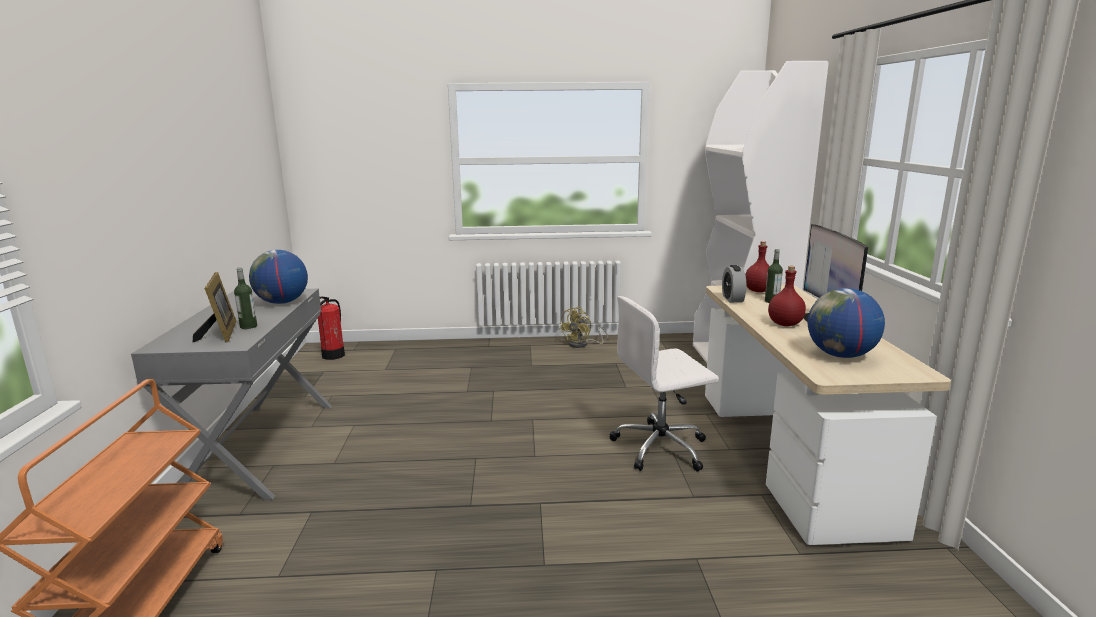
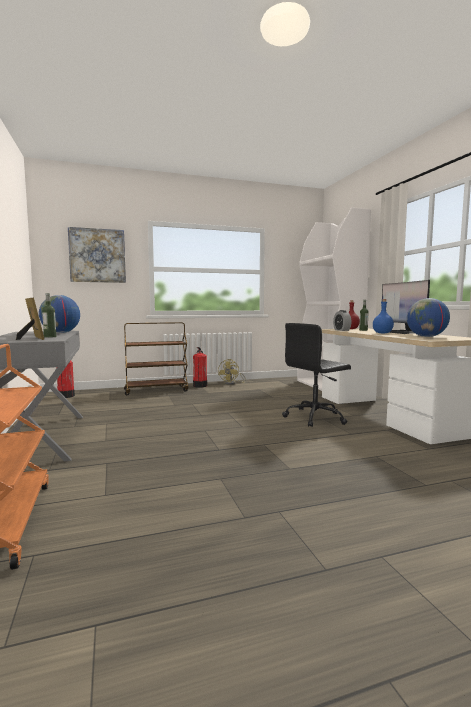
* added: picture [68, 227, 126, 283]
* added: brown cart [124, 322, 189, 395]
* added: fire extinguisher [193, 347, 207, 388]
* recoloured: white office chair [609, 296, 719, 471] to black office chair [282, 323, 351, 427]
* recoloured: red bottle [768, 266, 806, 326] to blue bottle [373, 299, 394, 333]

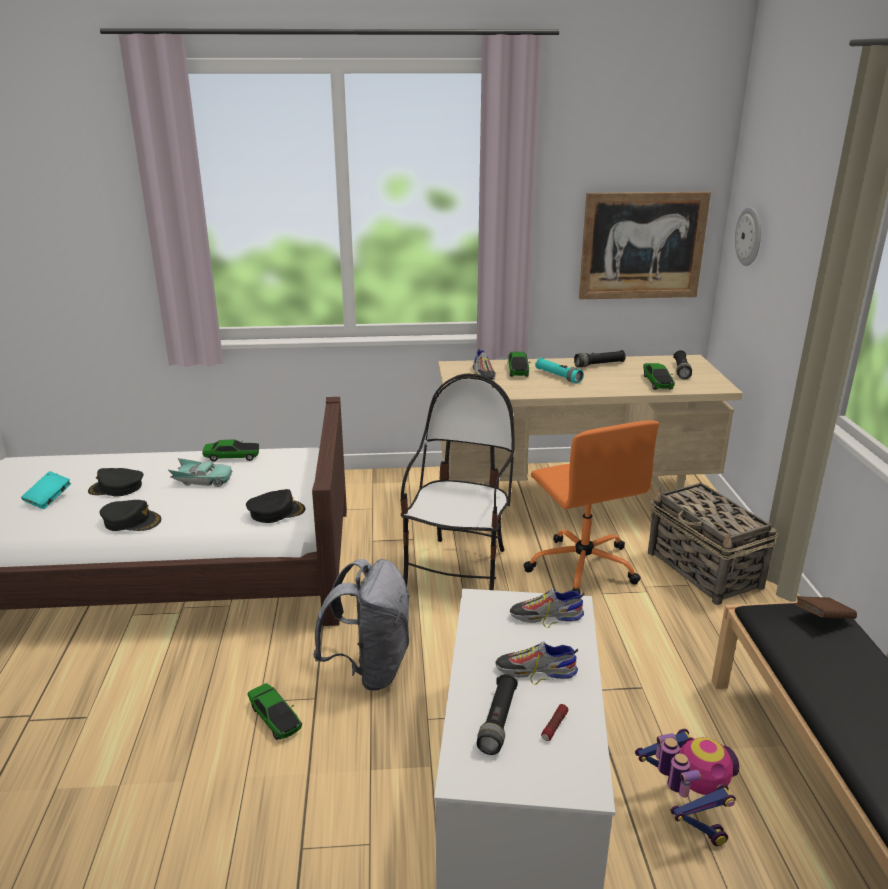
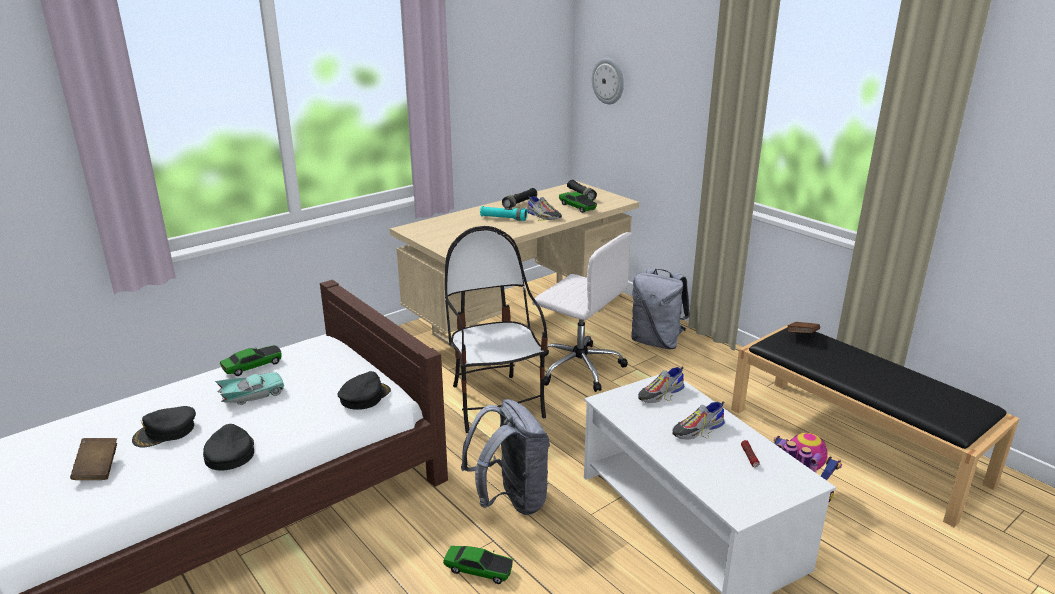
* recoloured: turquoise book [21, 471, 71, 509] to brown book [70, 438, 117, 480]
* turned: black cap [100, 500, 161, 531] = [203, 424, 254, 471] 75 degrees counterclockwise
* moved: shoe [473, 349, 497, 380] to [527, 196, 562, 221]
* recoloured: orange office chair [523, 420, 659, 594] to white office chair [532, 232, 632, 392]
* replaced: basket [648, 483, 778, 605] to grey backpack [631, 268, 690, 349]
* removed: black flashlight [477, 674, 518, 755]
* removed: toy car [508, 352, 531, 377]
* removed: picture [579, 192, 711, 299]

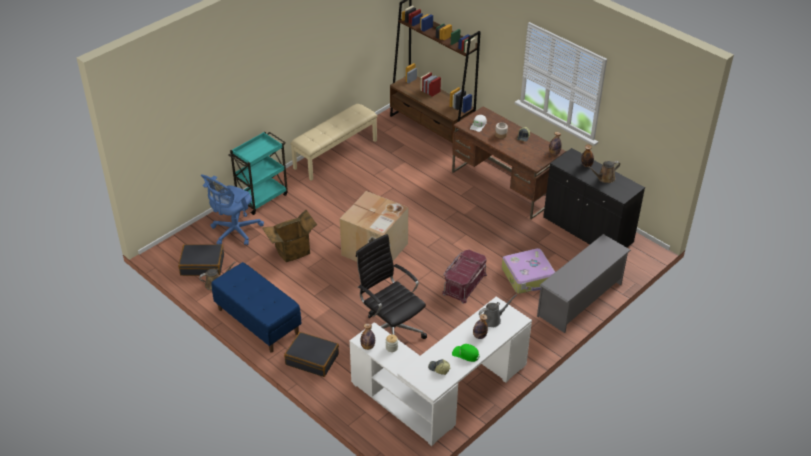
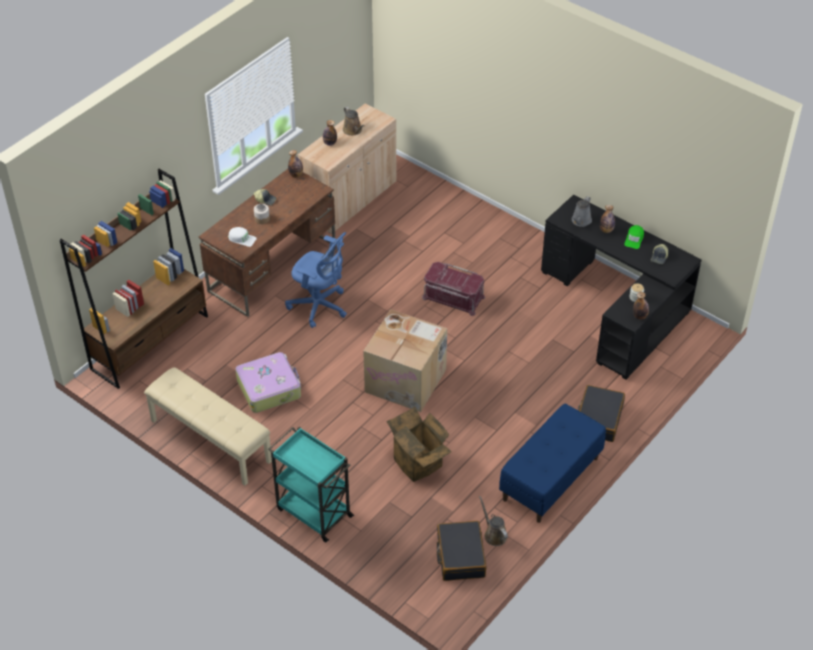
* moved: suitcase [502, 248, 555, 294] to [235, 352, 301, 413]
* moved: blue office chair [200, 175, 264, 245] to [285, 232, 347, 328]
* recoloured: black cabinet [543, 148, 645, 247] to beige cabinet [298, 103, 397, 234]
* recoloured: white desk [350, 297, 532, 446] to black desk [541, 195, 702, 380]
* turned: grey watering can [479, 294, 517, 327] = [572, 196, 592, 227] 120 degrees counterclockwise
* removed: black office chair [356, 234, 427, 339]
* removed: grey shoe rack [537, 234, 631, 333]

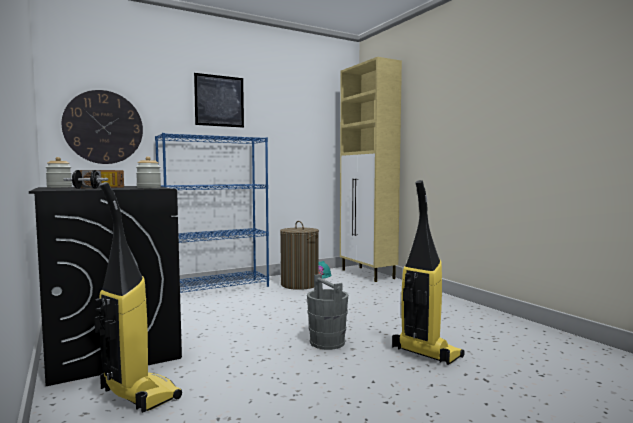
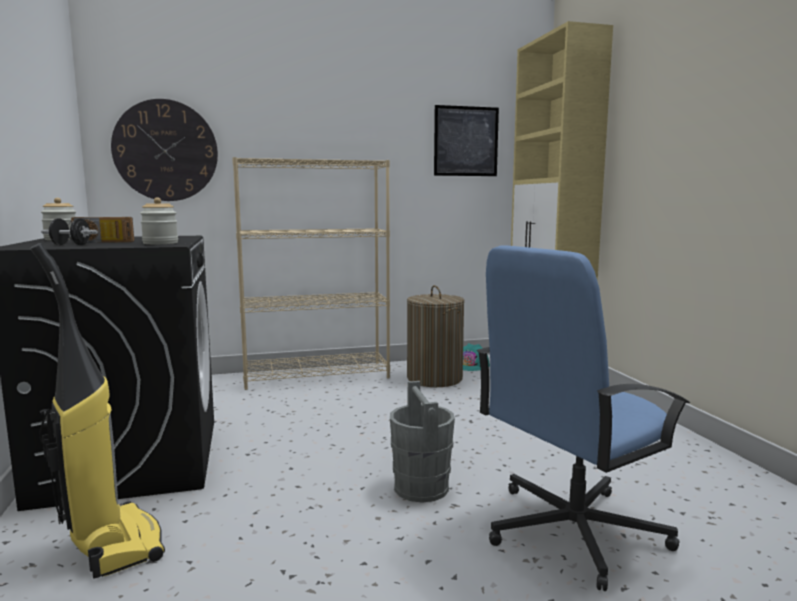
* recoloured: blue bookcase [155, 133, 269, 293] to beige bookcase [232, 157, 390, 390]
* moved: picture [194, 73, 244, 128] to [434, 105, 499, 176]
* replaced: vacuum cleaner [392, 180, 465, 365] to blue office chair [477, 245, 690, 591]

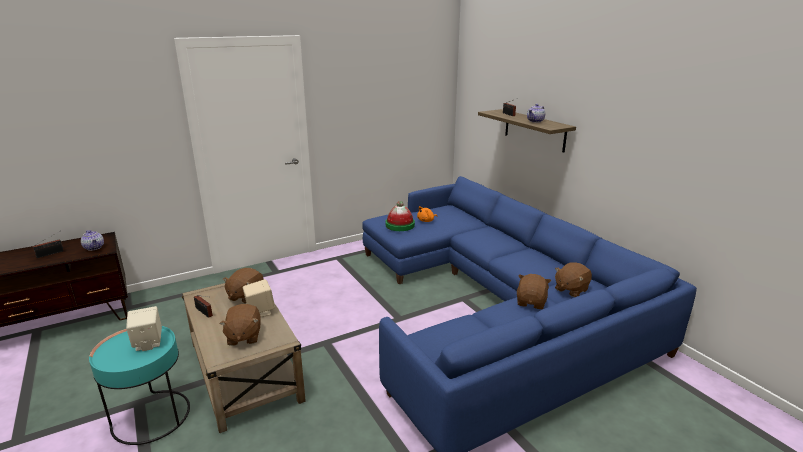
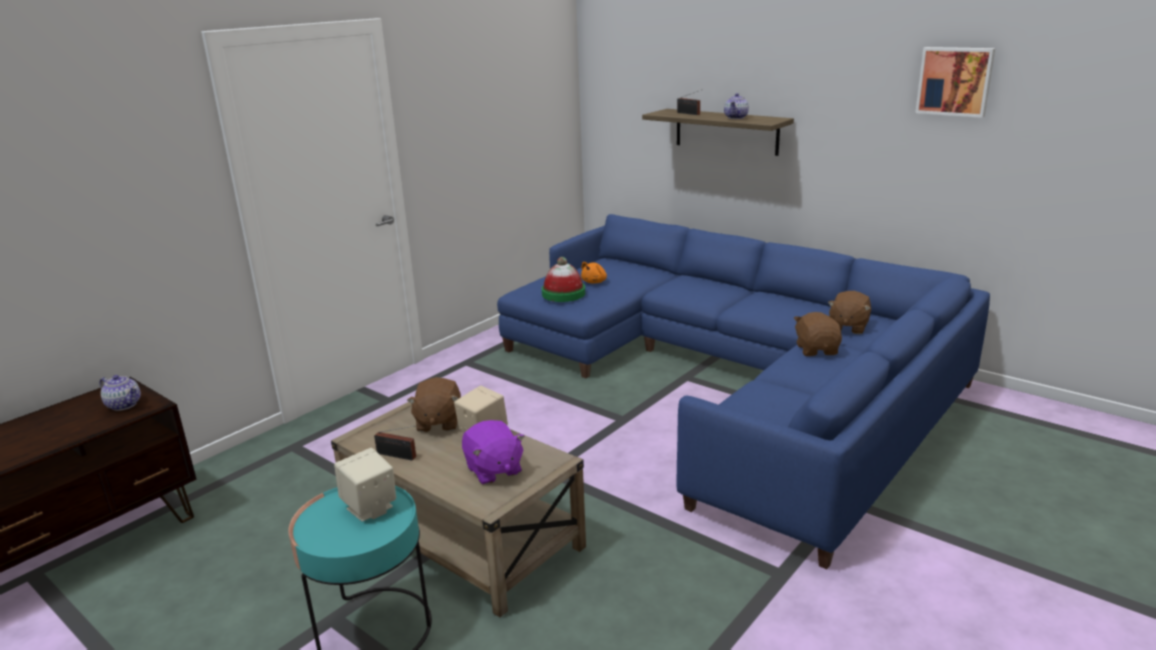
* recoloured: brown plush toy [219, 304, 260, 346] to purple plush toy [462, 420, 525, 485]
* added: picture [915, 47, 995, 118]
* removed: radio [33, 231, 64, 258]

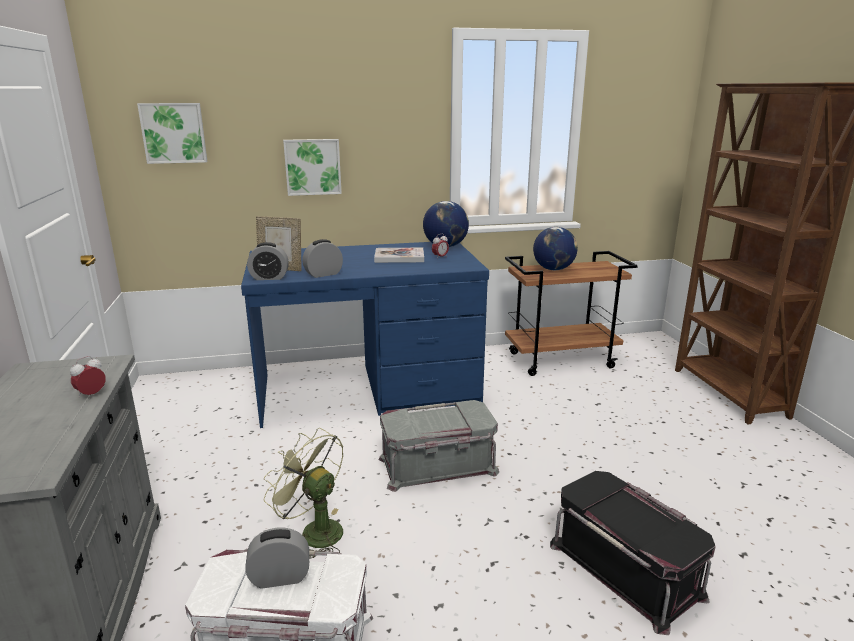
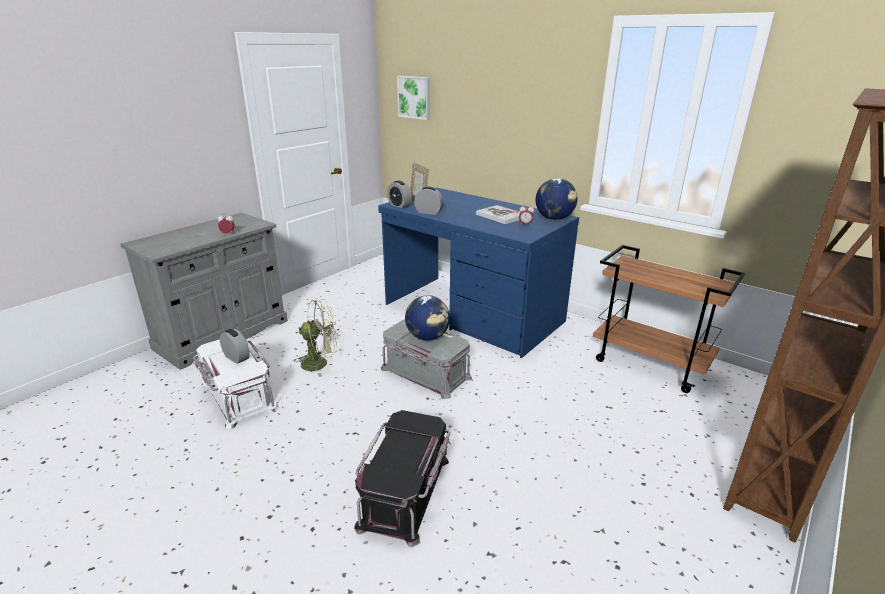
* turned: green fan [263, 428, 343, 559] = [294, 299, 338, 377] 90 degrees clockwise
* moved: globe [533, 227, 578, 270] to [405, 295, 450, 340]
* removed: picture [283, 139, 342, 196]

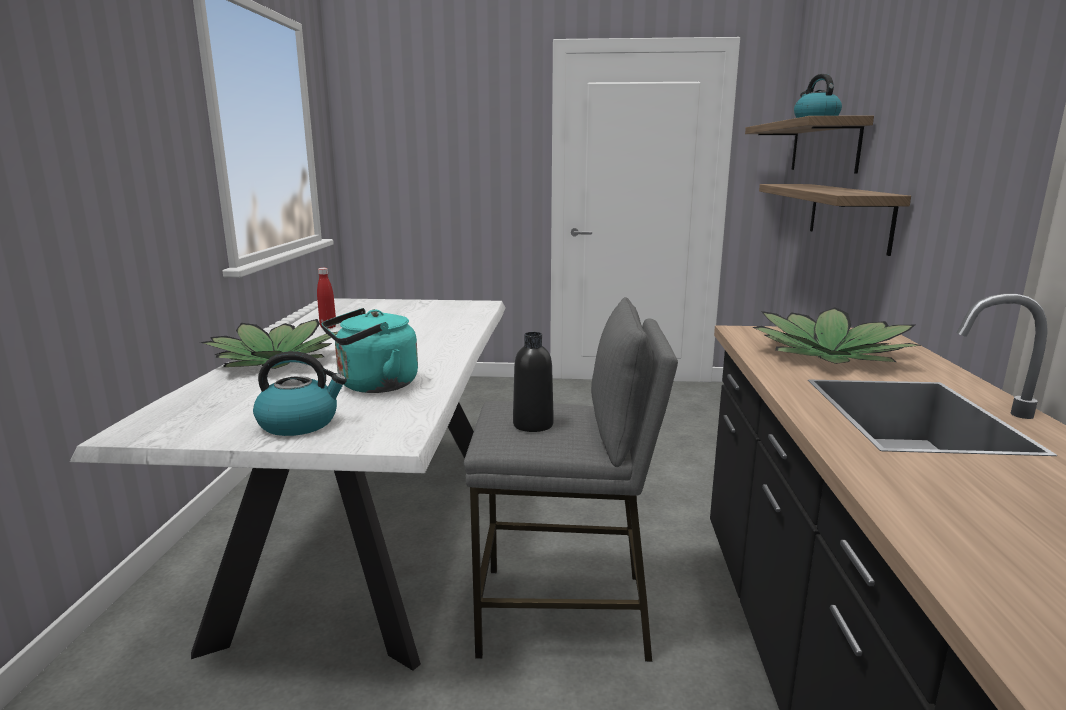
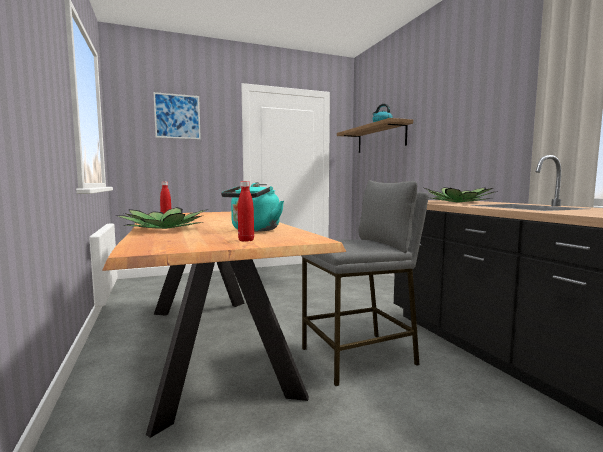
* recoloured: white dining table [70, 298, 506, 670] to brown dining table [102, 212, 347, 438]
* added: picture [153, 92, 201, 139]
* replaced: kettle [253, 351, 347, 436] to red bottle [238, 181, 254, 242]
* removed: black bottle [513, 332, 554, 432]
* removed: shelf [759, 184, 911, 256]

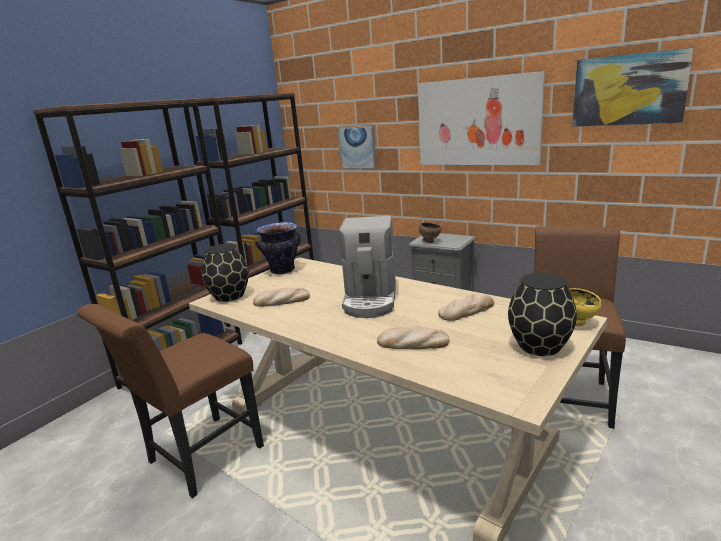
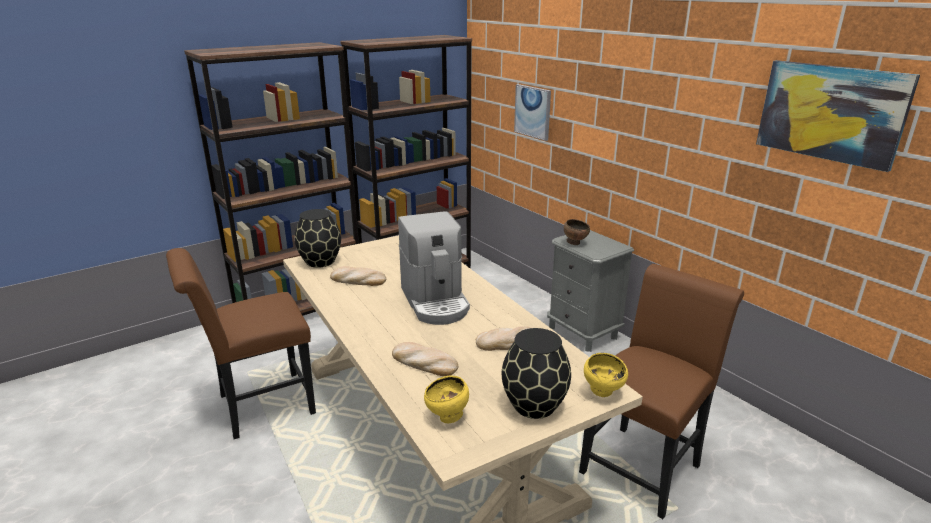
* turned: coffee machine [339, 216, 396, 318] = [398, 211, 470, 325] 45 degrees counterclockwise
* added: yellow bowl [424, 375, 469, 423]
* removed: vase [255, 222, 301, 274]
* removed: picture [418, 71, 545, 165]

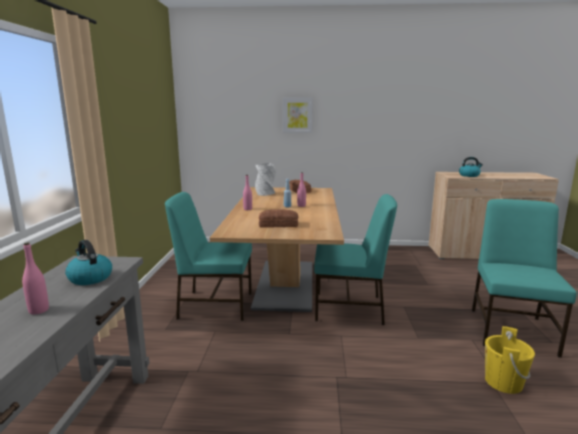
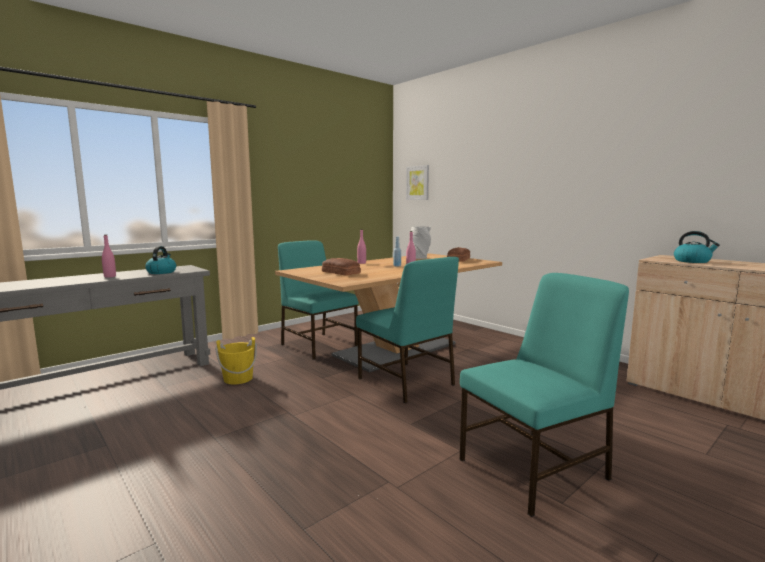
* moved: yellow bucket [485, 326, 535, 394] to [215, 337, 257, 385]
* moved: picture [283, 97, 313, 133] to [406, 165, 429, 200]

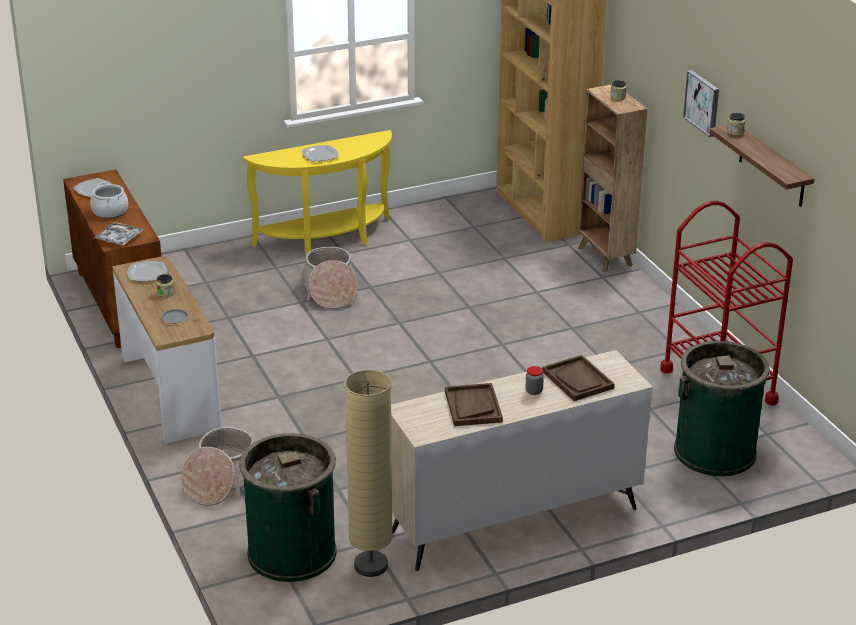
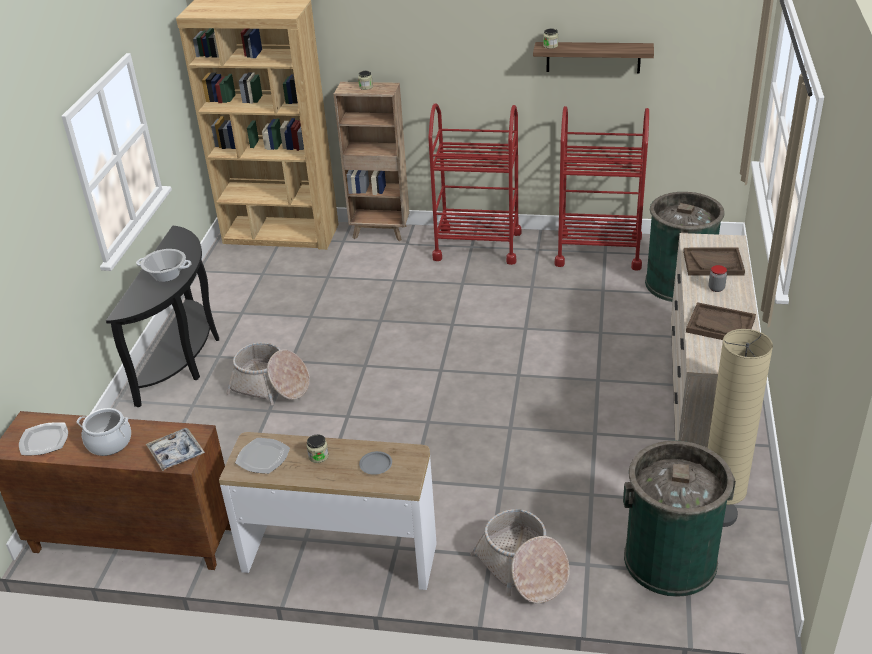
* recoloured: yellow console table [243, 130, 392, 256] to black console table [106, 226, 219, 407]
* replaced: plate [302, 145, 339, 162] to cooking pot [136, 249, 191, 282]
* added: red cart [428, 103, 522, 265]
* removed: picture [683, 70, 719, 137]

